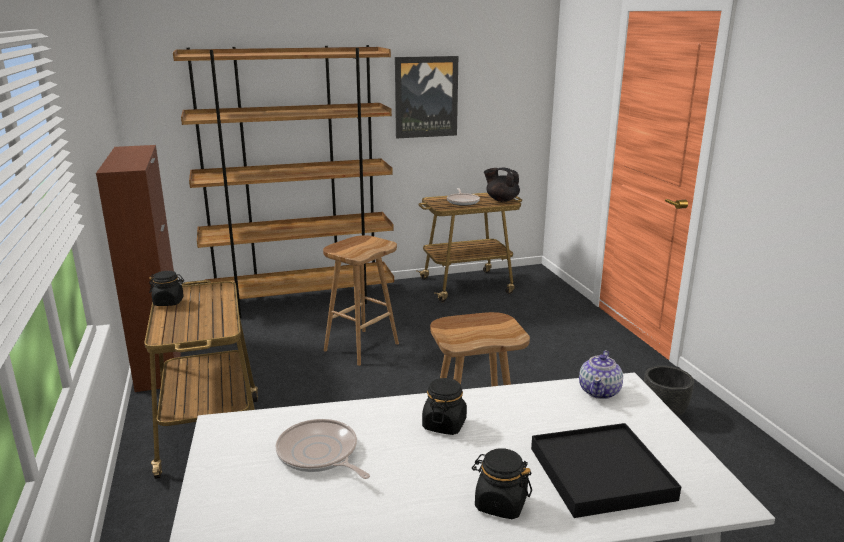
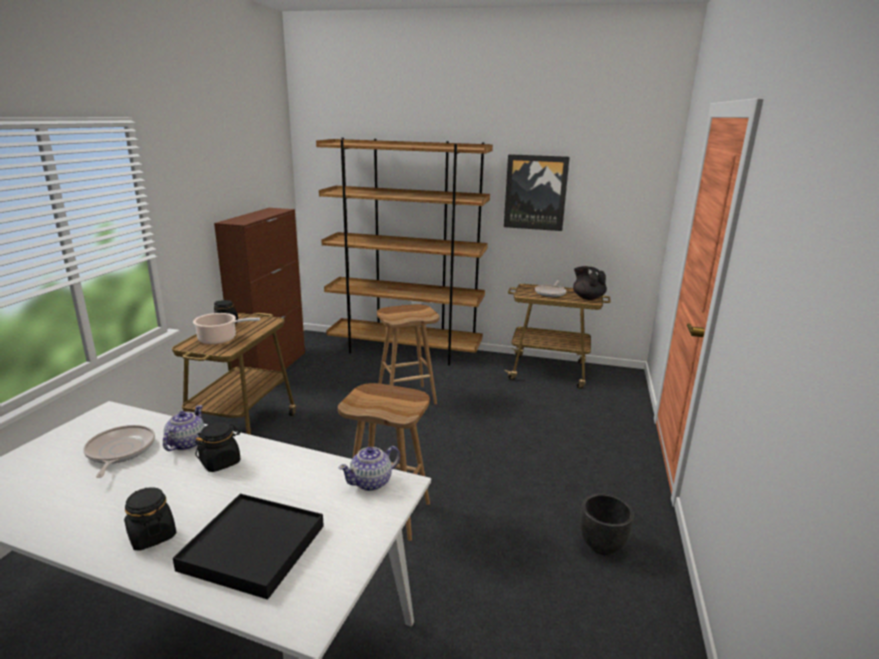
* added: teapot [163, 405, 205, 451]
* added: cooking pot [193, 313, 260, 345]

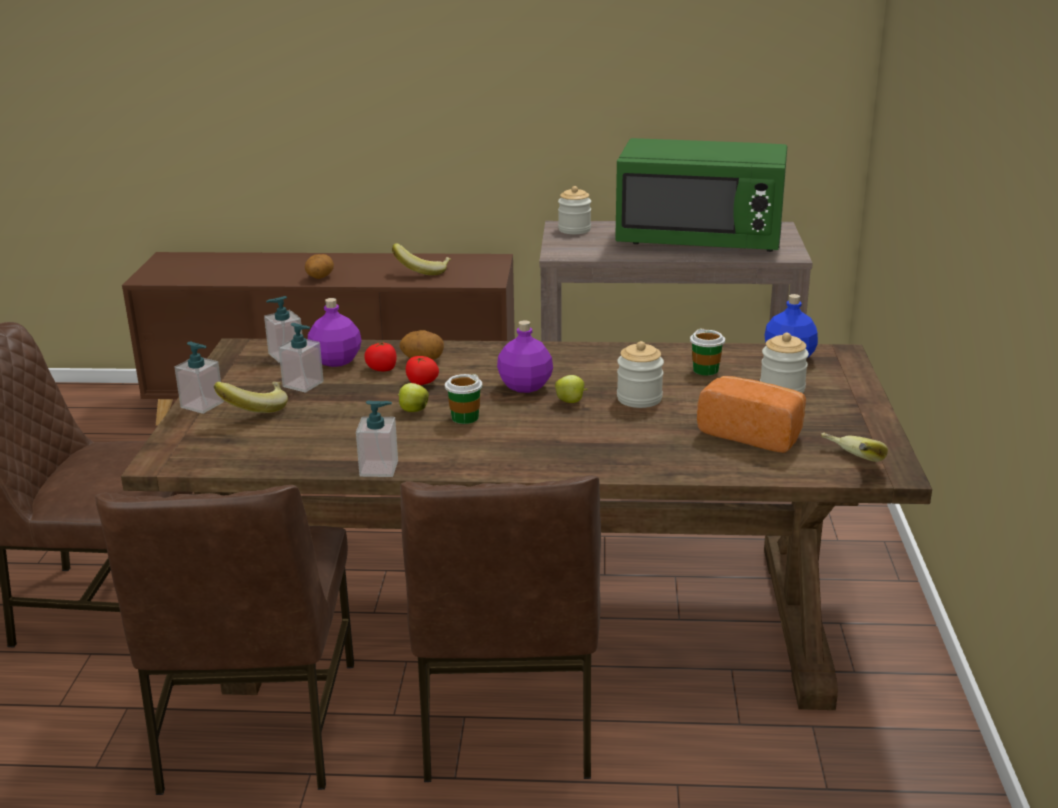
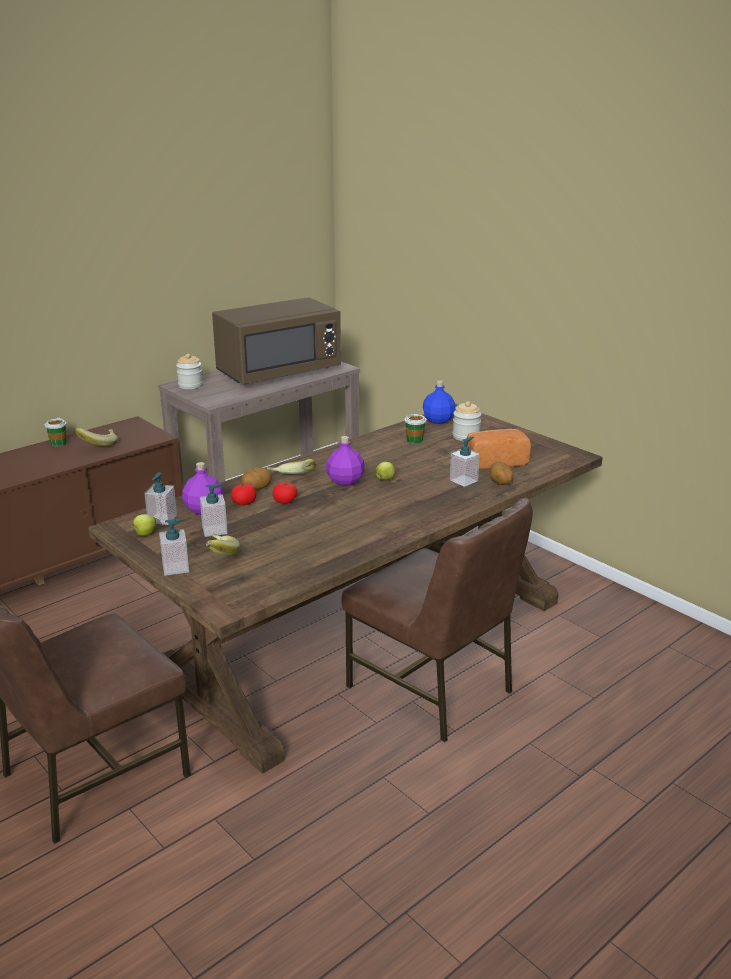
* moved: cup [445, 374, 482, 424] to [45, 418, 67, 446]
* moved: apple [398, 383, 429, 412] to [132, 514, 156, 536]
* recoloured: green microwave [615, 138, 787, 252] to brown microwave [212, 297, 341, 384]
* moved: banana [821, 432, 888, 462] to [267, 459, 316, 474]
* moved: soap dispenser [356, 401, 398, 477] to [450, 437, 480, 487]
* moved: potato [305, 254, 334, 279] to [489, 462, 514, 485]
* removed: brown chair [95, 485, 354, 795]
* removed: jar [617, 341, 664, 408]

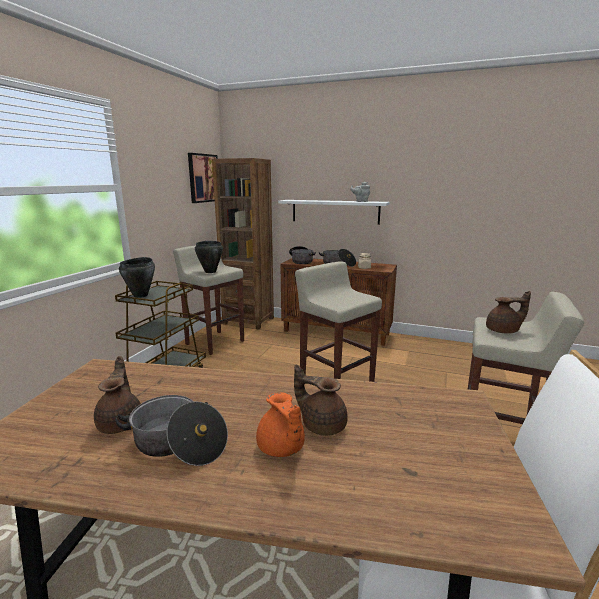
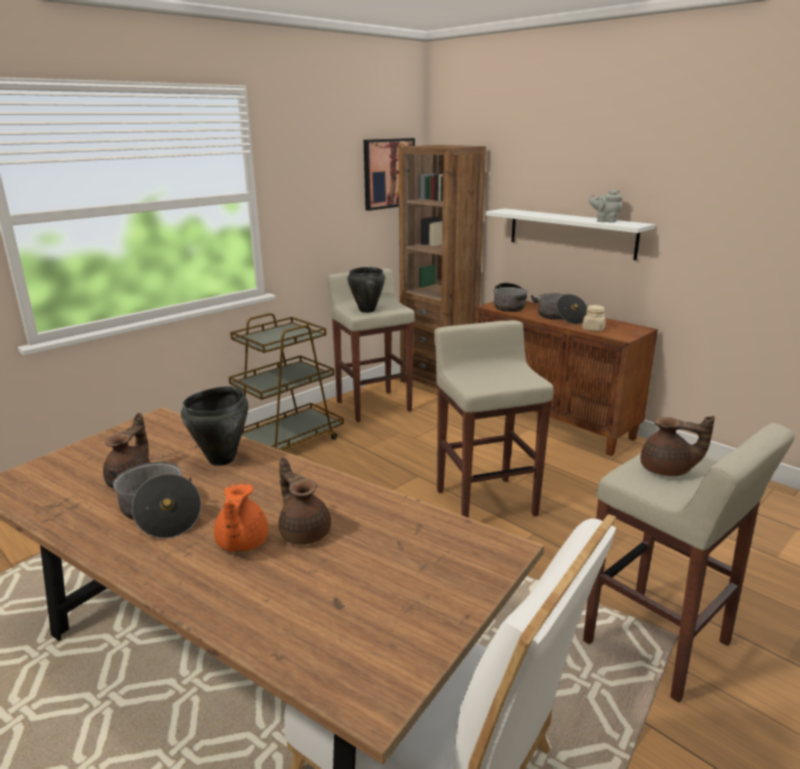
* moved: black cooking pot [119, 257, 155, 298] to [181, 386, 248, 466]

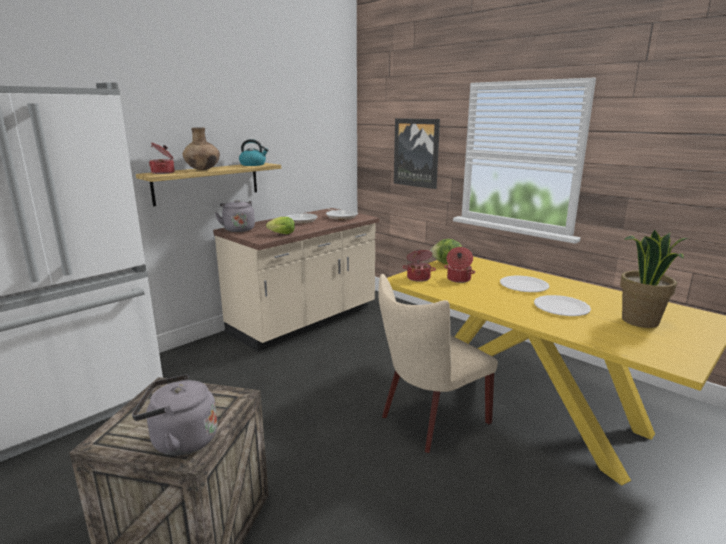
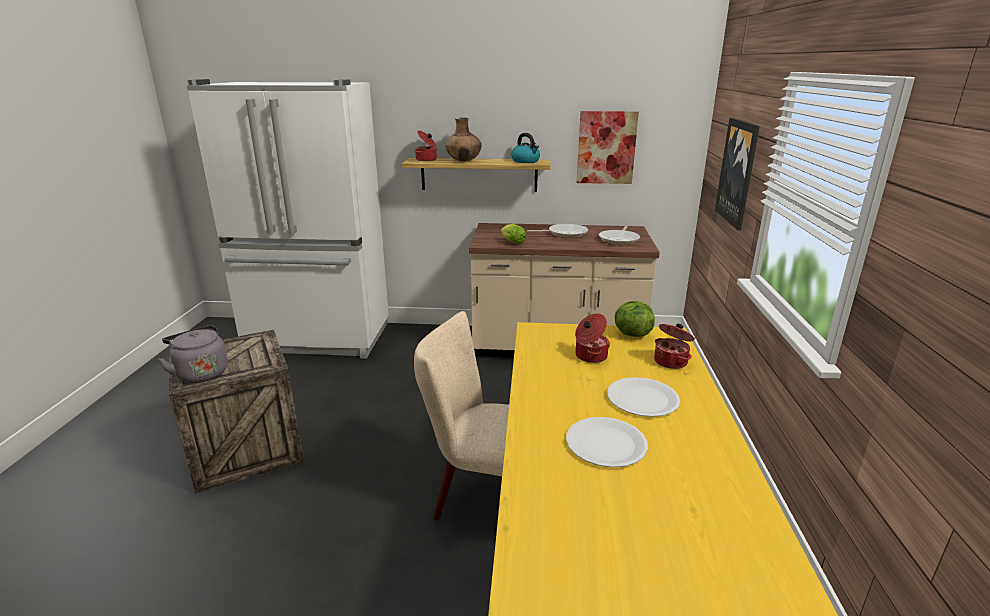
* added: picture [576, 111, 639, 184]
* moved: cooking pot [403, 249, 436, 282] to [654, 324, 695, 369]
* removed: grey kettle [215, 200, 255, 232]
* removed: potted plant [620, 230, 688, 328]

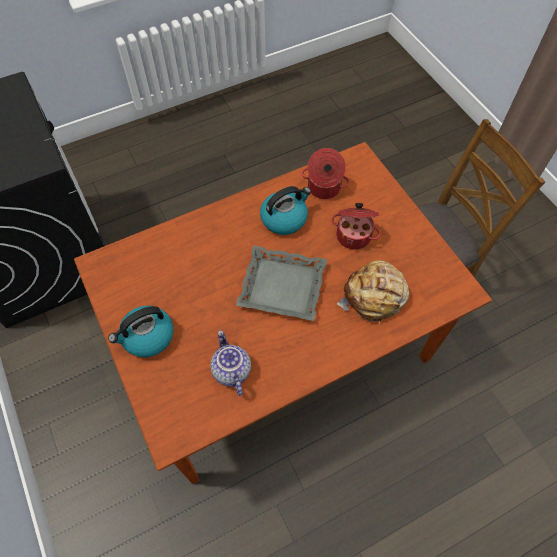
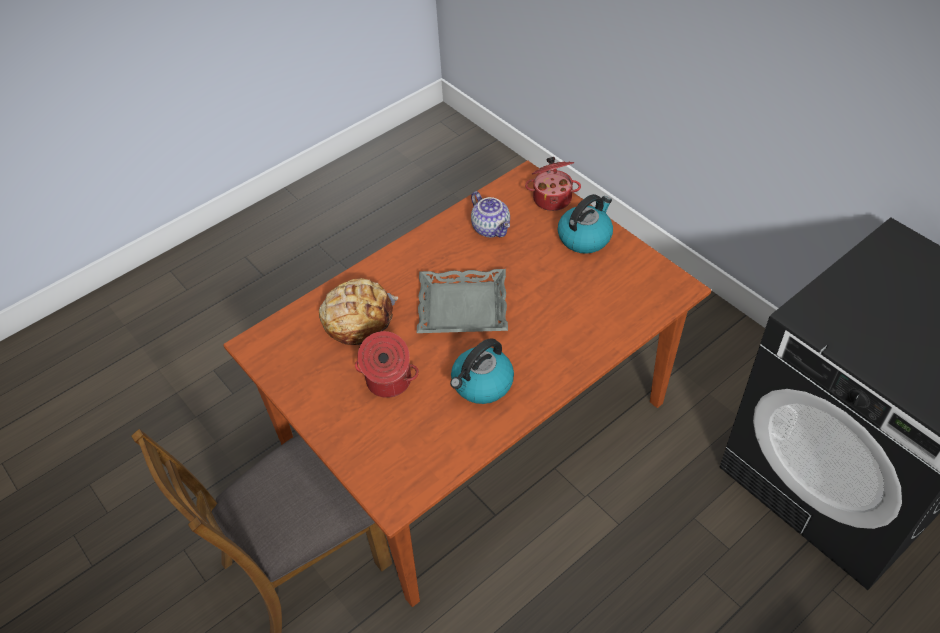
* moved: cooking pot [302, 148, 349, 199] to [525, 157, 581, 211]

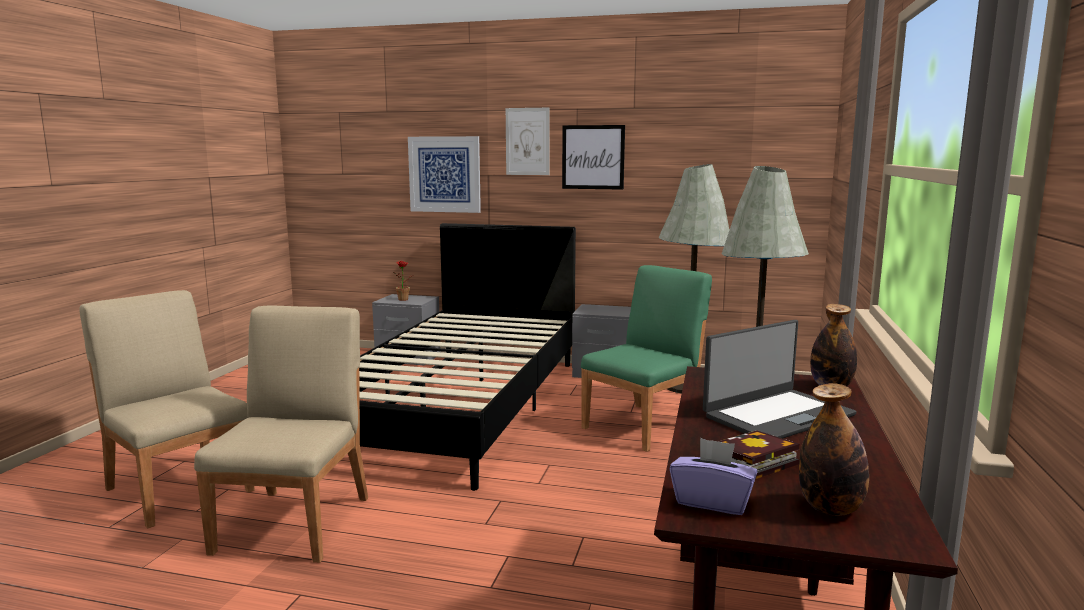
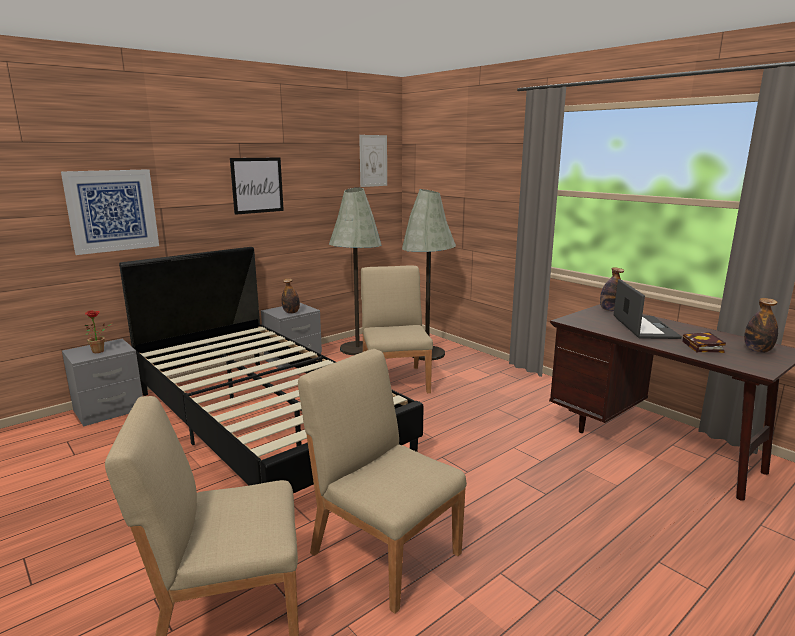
* added: bottle [282, 278, 300, 314]
* moved: picture [506, 108, 550, 175] to [359, 135, 387, 187]
* recoloured: green chair [581, 265, 712, 452] to beige chair [361, 266, 433, 393]
* removed: purple tissue box [670, 438, 757, 515]

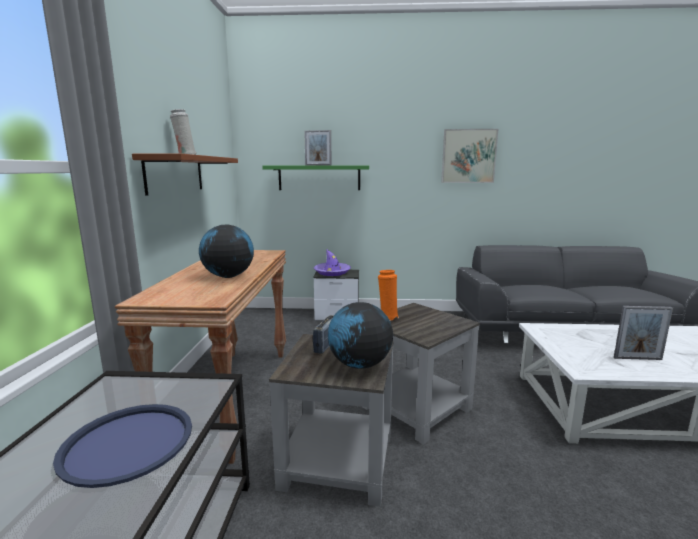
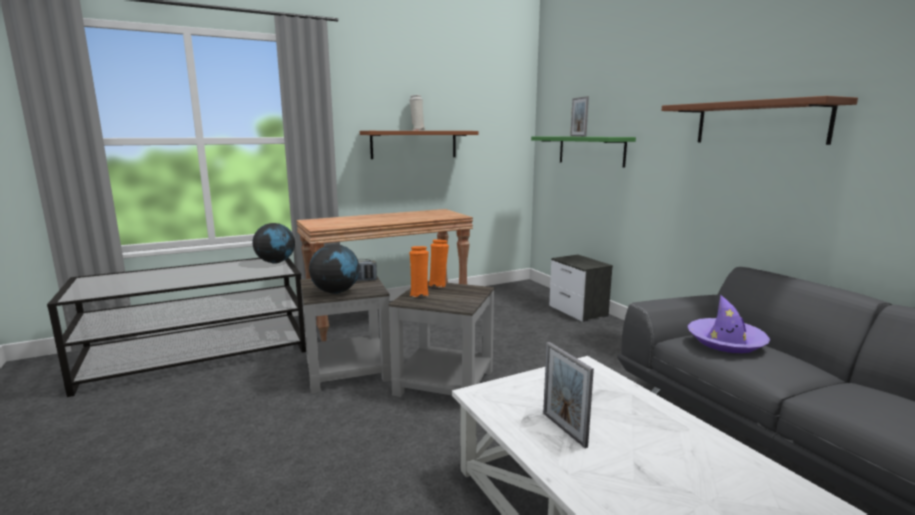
* moved: globe [199, 225, 254, 278] to [253, 223, 295, 264]
* added: orange vase [409, 246, 429, 297]
* replaced: picture [441, 129, 498, 183] to brown shelf [661, 96, 858, 145]
* moved: purple hat [314, 249, 351, 276] to [688, 295, 770, 353]
* removed: blue tray [53, 404, 192, 488]

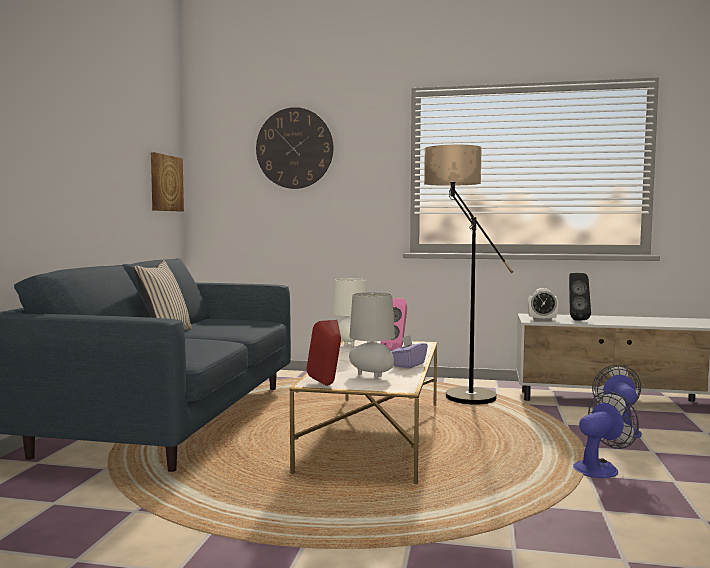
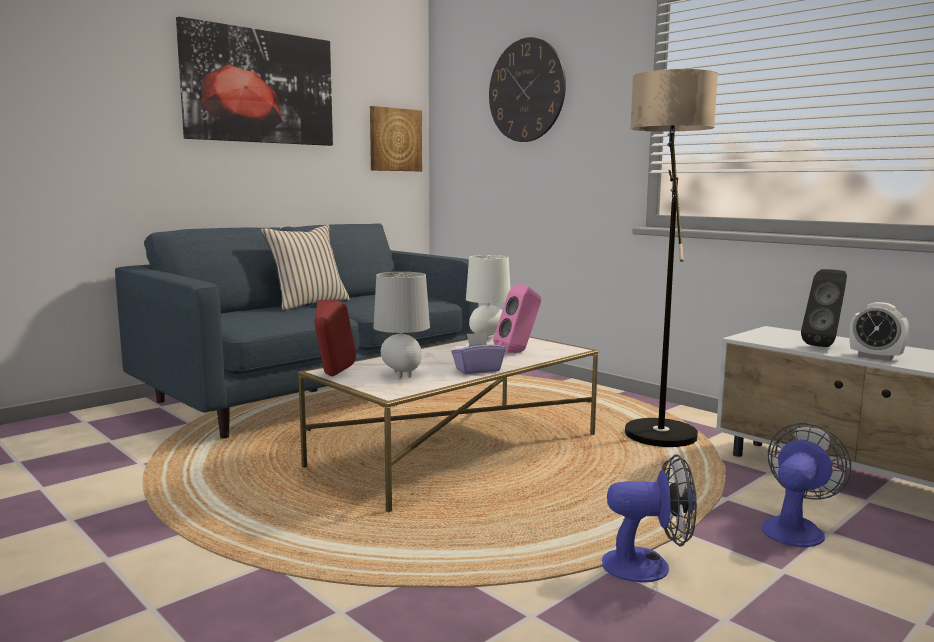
* added: picture [176, 17, 333, 146]
* moved: alarm clock [528, 288, 558, 321] to [849, 302, 909, 361]

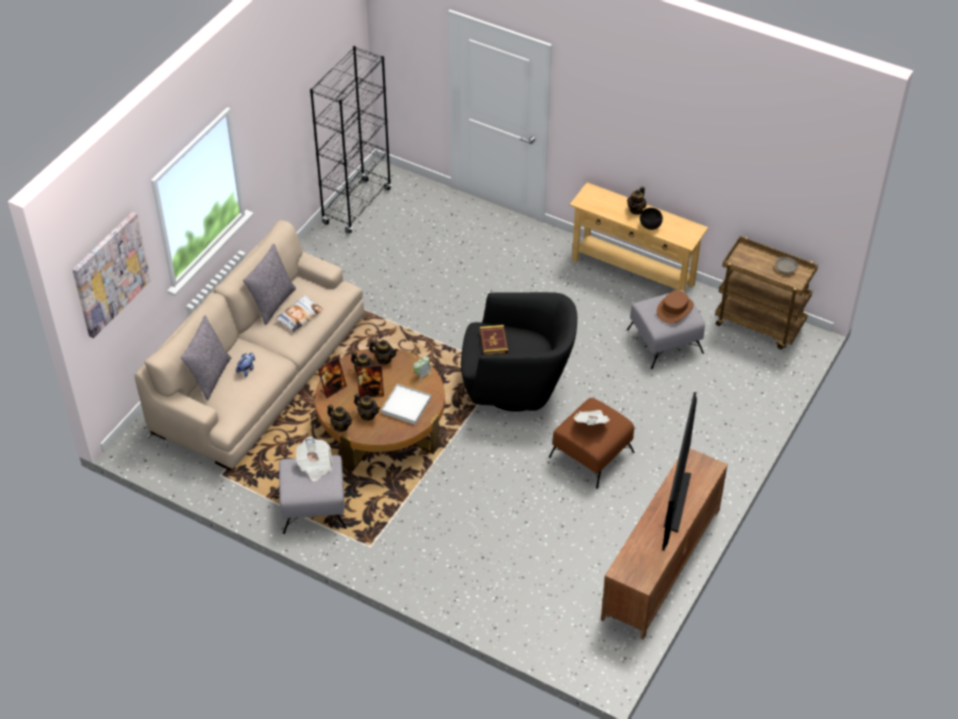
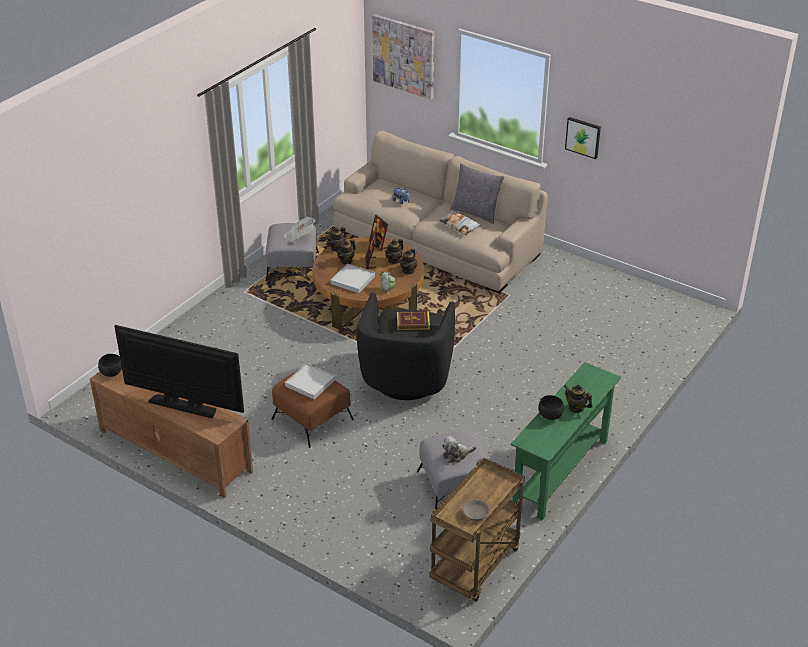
* added: black bowl [98, 354, 122, 377]
* replaced: newspaper [574, 410, 610, 425] to white tray [285, 363, 336, 399]
* replaced: brown hat [657, 290, 694, 324] to plush toy [442, 436, 477, 463]
* recoloured: beige console table [569, 182, 708, 292] to green console table [511, 362, 621, 520]
* added: picture [565, 117, 601, 159]
* removed: grey pillow [181, 315, 231, 400]
* removed: black bookcase [310, 46, 392, 234]

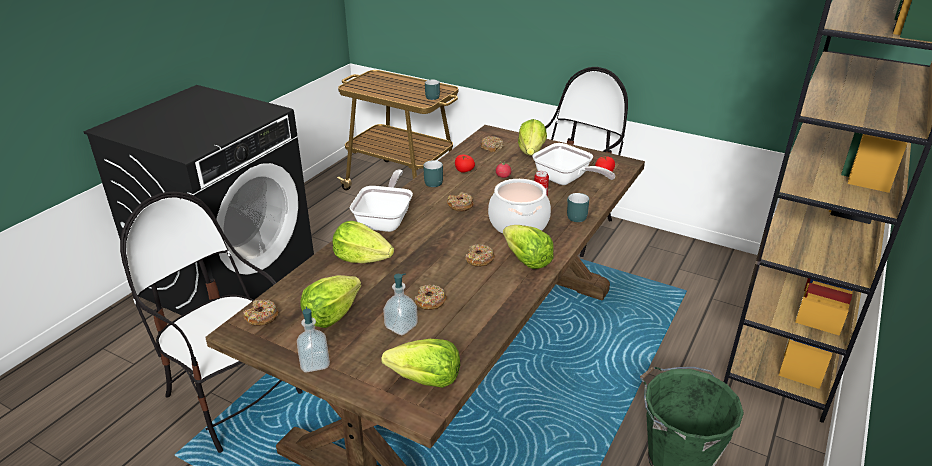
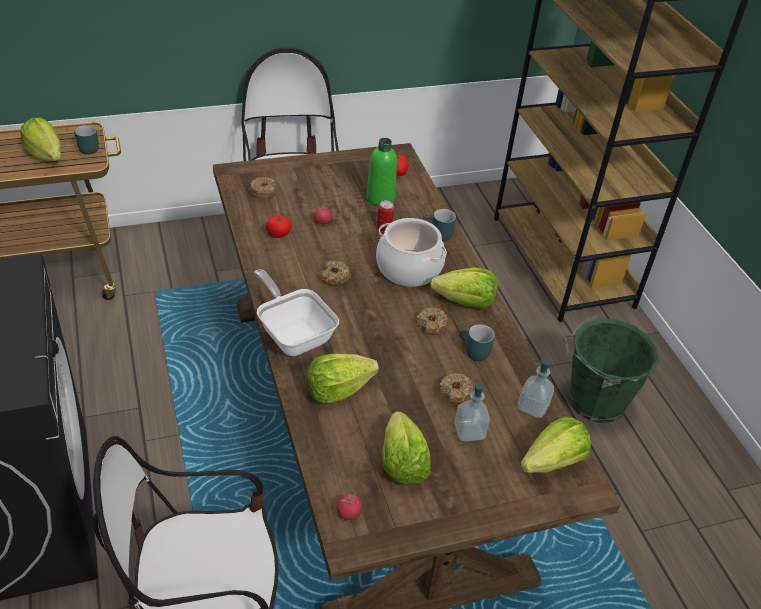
* moved: lettuce [518, 119, 547, 155] to [20, 117, 61, 161]
* replaced: donut [243, 299, 279, 326] to tomato [337, 493, 362, 520]
* replaced: frying pan [532, 143, 615, 185] to green bottle [366, 138, 397, 206]
* moved: turquoise mug [423, 160, 443, 187] to [460, 324, 495, 361]
* moved: soap dispenser [297, 307, 330, 372] to [518, 359, 554, 418]

